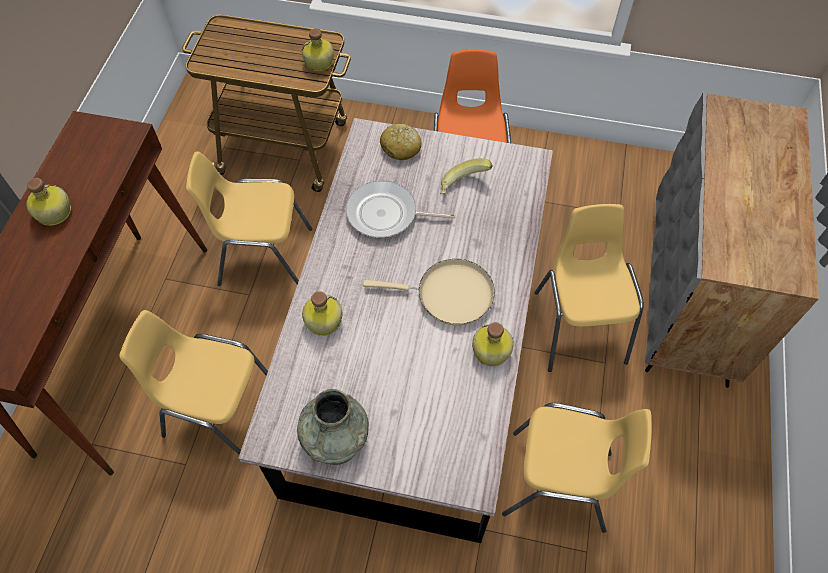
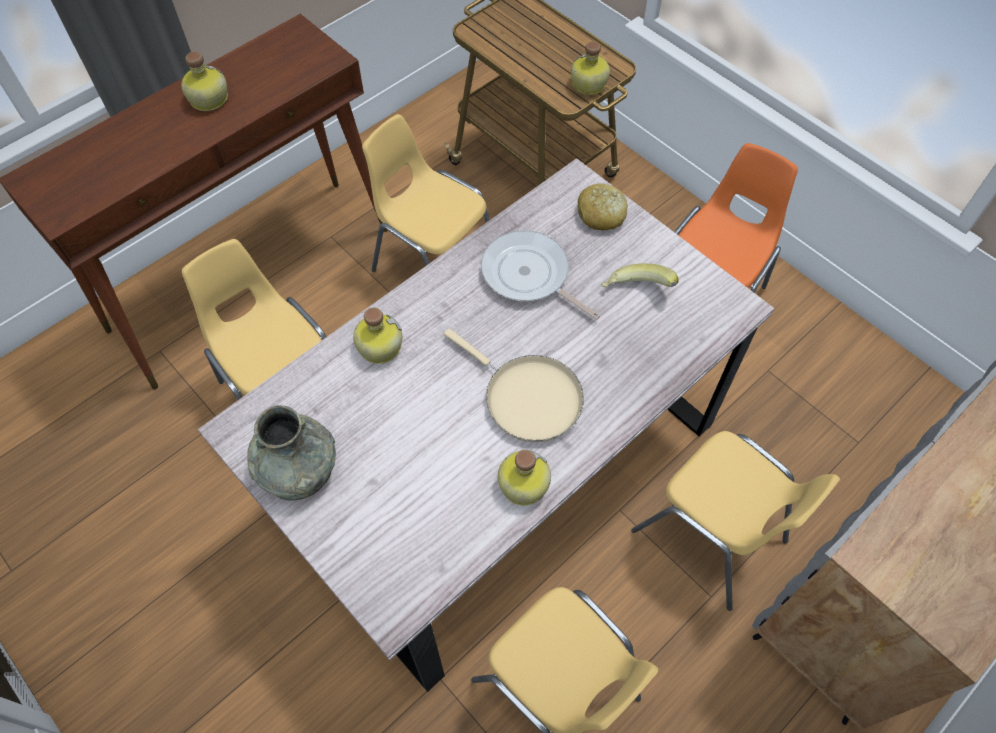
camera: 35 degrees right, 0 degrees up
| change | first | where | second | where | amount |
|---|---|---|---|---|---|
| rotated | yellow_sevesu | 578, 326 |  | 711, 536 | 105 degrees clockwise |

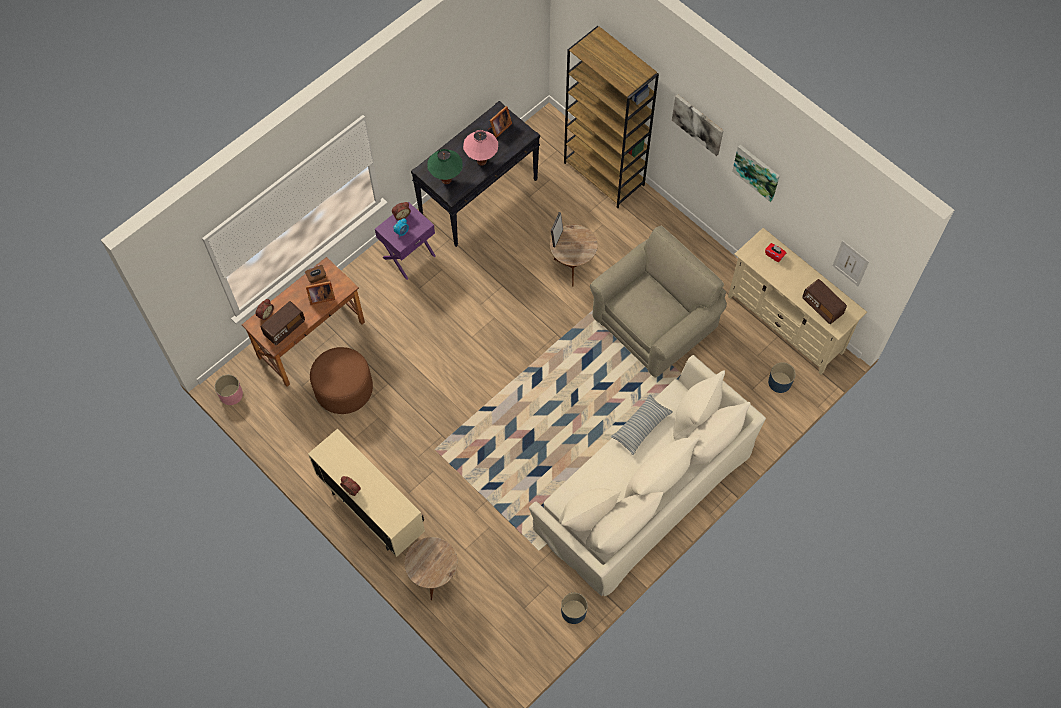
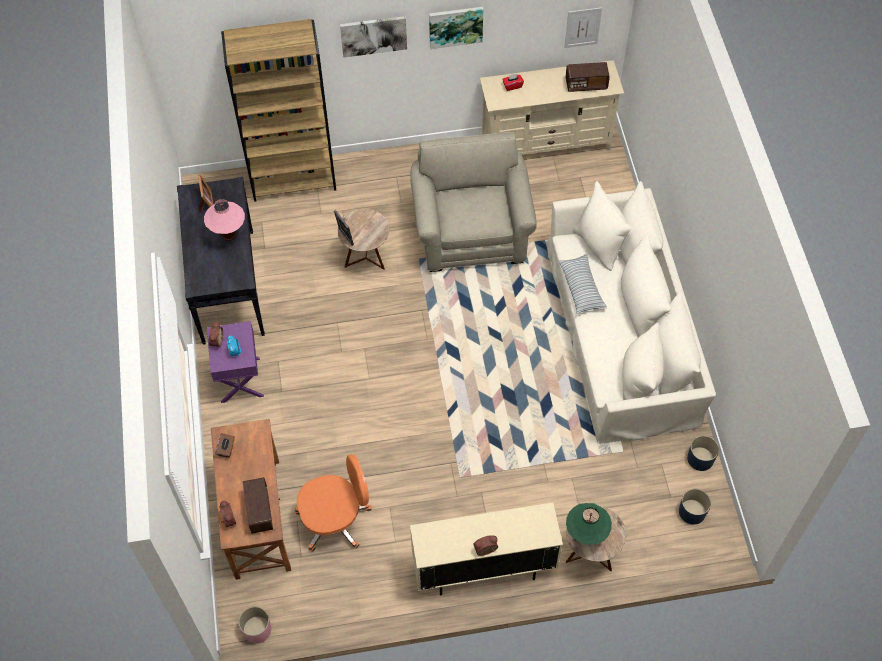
camera: 55 degrees left, 5 degrees down
| change | first | where | second | where | amount |
|---|---|---|---|---|---|
| swapped | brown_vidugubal | 344, 389 | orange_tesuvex | 335, 519 |  |
| shifted | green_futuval | 446, 180 |  | 585, 537 |  |
| shifted | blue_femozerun | 779, 382 |  | 692, 512 |  |
| gone | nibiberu | 320, 297 |  |  |  |

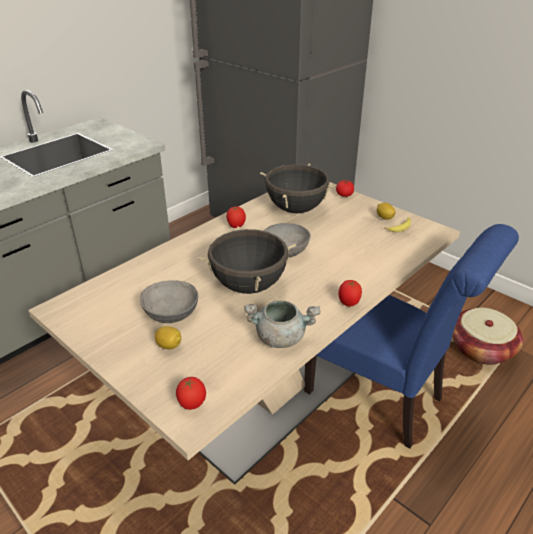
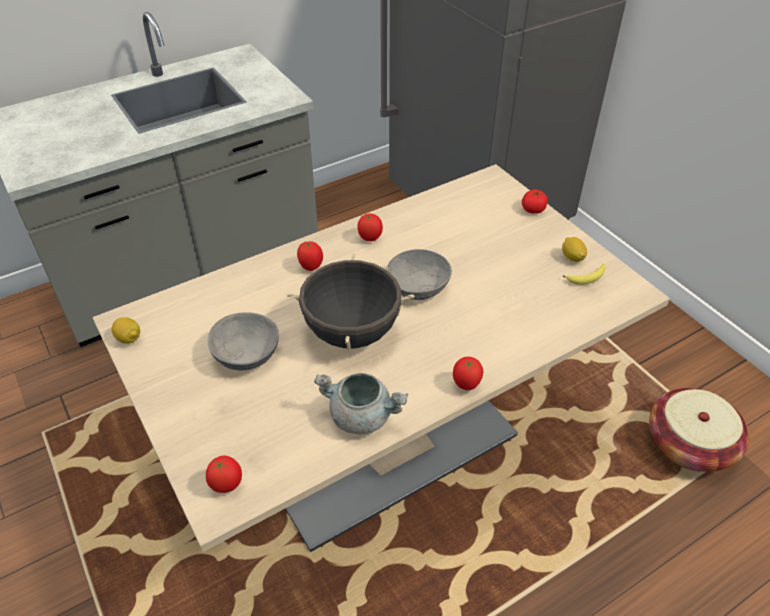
camera: 15 degrees right, 10 degrees up
| change | first | where | second | where | amount |
|---|---|---|---|---|---|
| shifted | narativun | 169, 345 |  | 129, 338 |  |
| new |  |  | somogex | 311, 267 |  |
| gone | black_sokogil | 296, 209 |  |  |  |
| gone | blue_sevesu | 382, 400 |  |  |  |

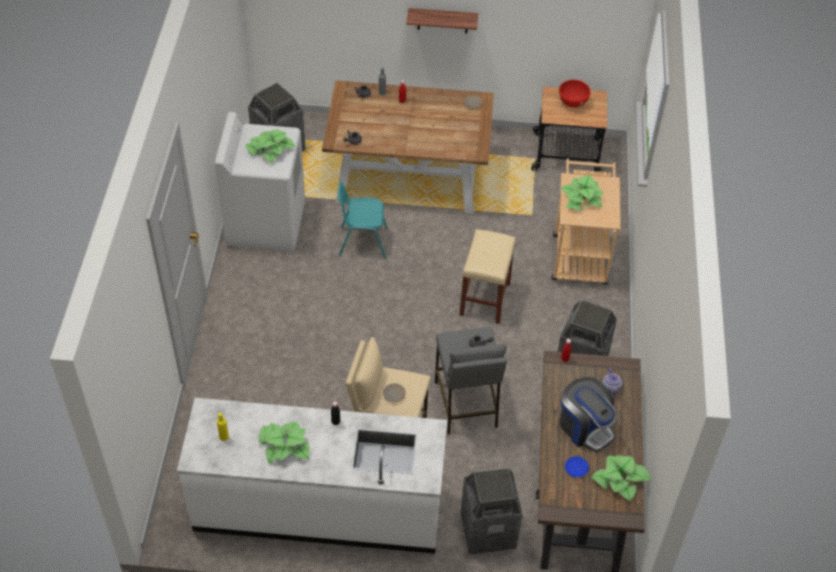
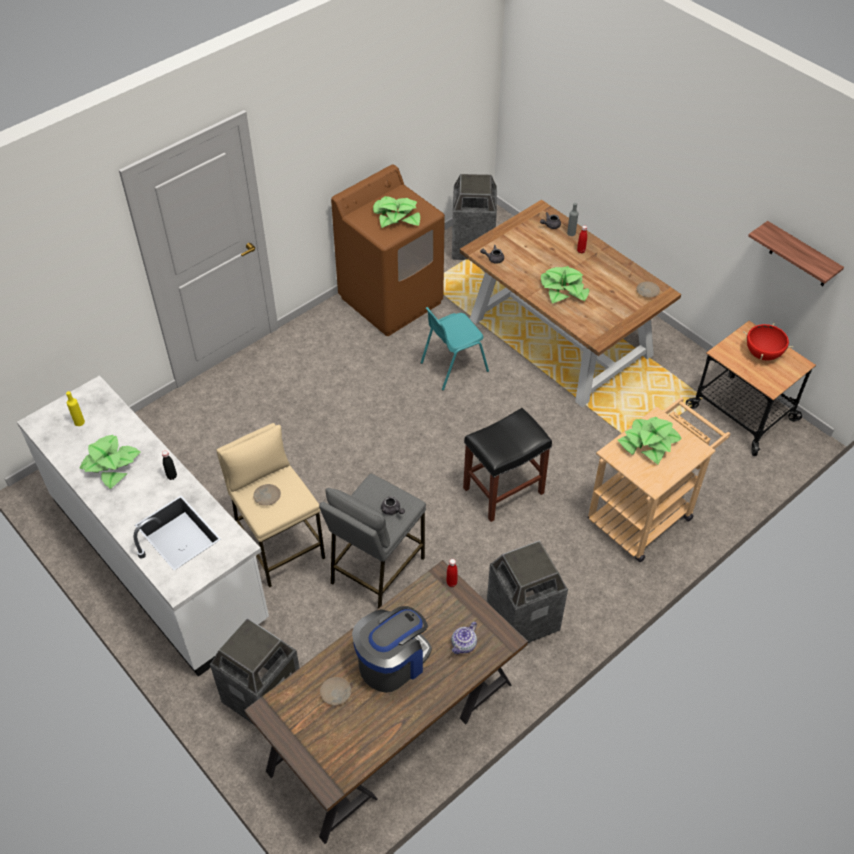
camera: 45 degrees right, 0 degrees up
| change | first | where | second | where | amount |
|---|---|---|---|---|---|
| repainted | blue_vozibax | 576, 468 | beige_vozibax | 336, 693 |  |
| repainted | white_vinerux | 266, 223 | brown_vinerux | 391, 299 |  |
| rotated | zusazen | 585, 427 |  | 392, 661 | 135 degrees counterclockwise |
| rotated | turquoise_sevesu | 362, 241 |  | 453, 366 | 75 degrees counterclockwise |
| repainted | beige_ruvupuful | 485, 300 | black_ruvupuful | 503, 491 |  |
| shifted | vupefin | 620, 479 |  | 563, 290 |  |
| shifted | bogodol | 442, 20 |  | 800, 256 |  |

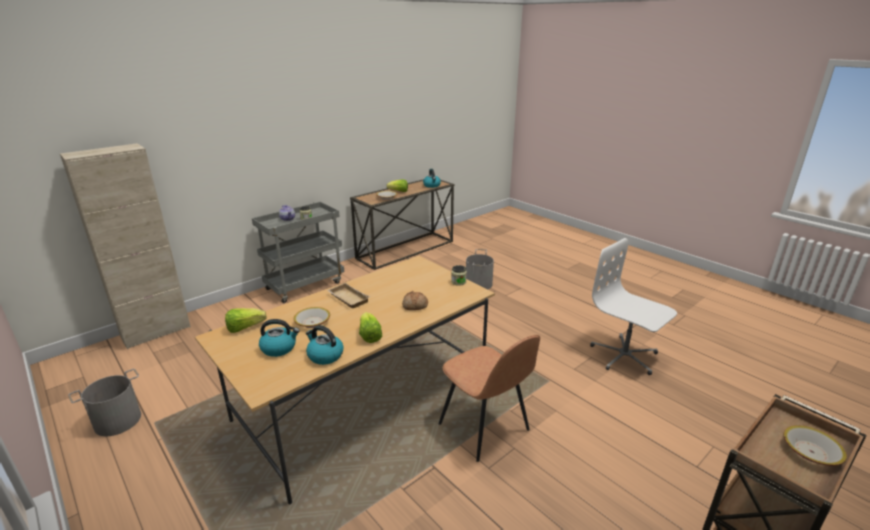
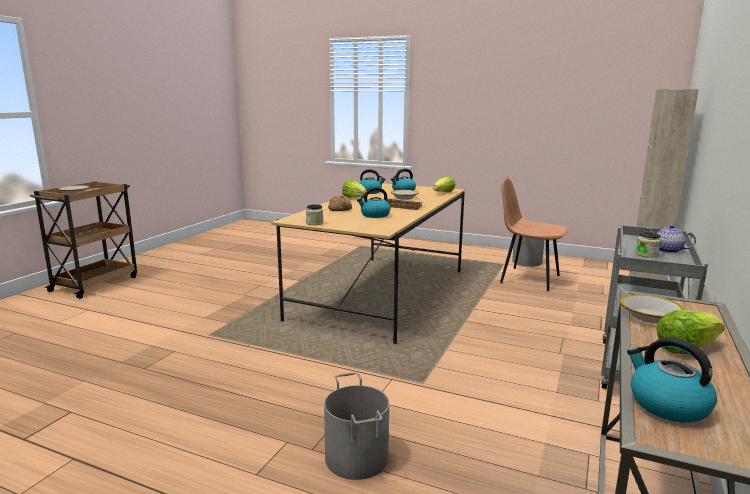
camera: 155 degrees right, 10 degrees down
| change | first | where | second | where | amount |
|---|---|---|---|---|---|
| new |  |  | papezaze | 374, 215 |  |
| shifted | brown_sevesu | 485, 428 |  | 528, 278 |  |
| gone | white_tesuvex | 624, 356 |  |  |  |

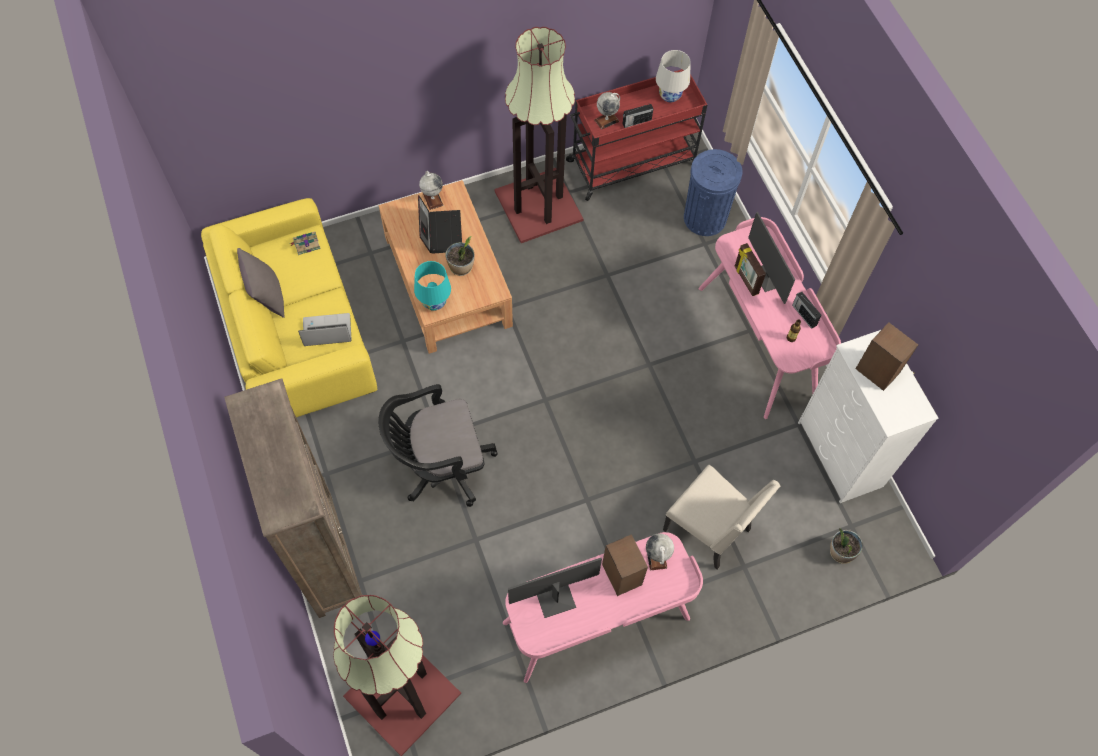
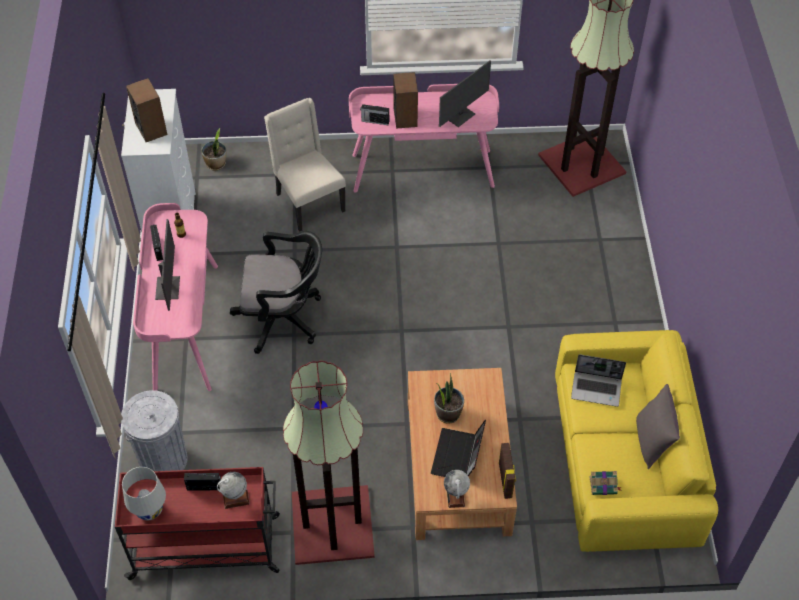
camera: 160 degrees left, 10 degrees down
| change | first | where | second | where | amount |
|---|---|---|---|---|---|
| repainted | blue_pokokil | 705, 218 | grey_pokokil | 163, 460 |  |
| shifted | black_tesuvex | 440, 466 |  | 283, 318 |  |
| swapped | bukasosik | 656, 557 | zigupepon | 374, 121 |  |
| rotated | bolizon | 555, 599 |  | 460, 116 | 45 degrees counterclockwise |
| shifted | nibiberu | 745, 280 |  | 506, 480 |  |
| gone | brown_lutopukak | 325, 553 |  |  |  |
| gone | turquoise_futuval | 434, 302 |  |  |  |

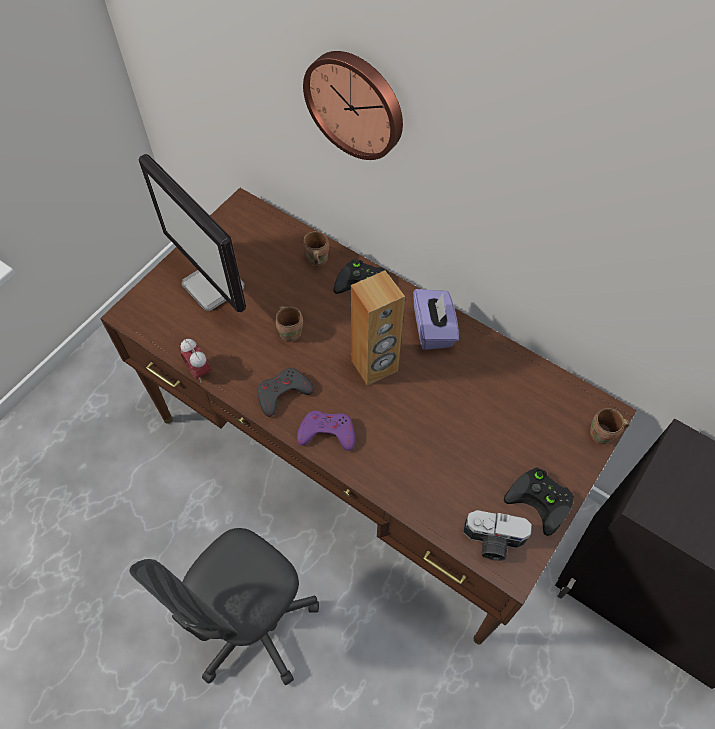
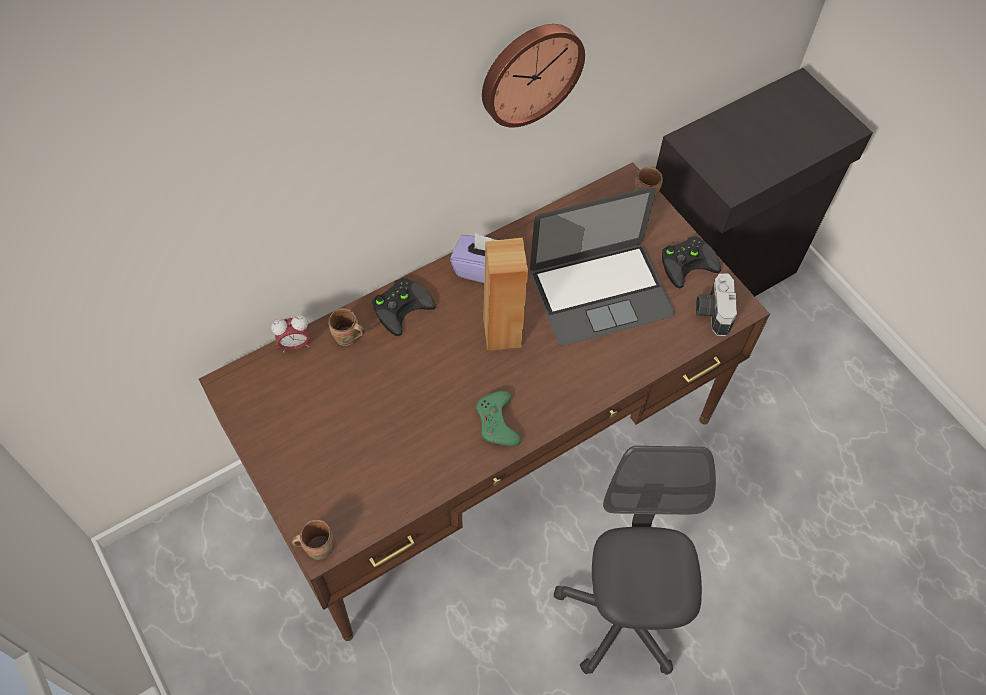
camera: 70 degrees left, 0 degrees up
| change | first | where | second | where | amount |
|---|---|---|---|---|---|
| shifted | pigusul | 199, 371 |  | 295, 345 |  |
| shifted | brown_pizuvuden | 291, 331 |  | 317, 546 |  |
| repainted | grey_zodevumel | 283, 393 | green_zodevumel | 497, 422 |  |
| shifted | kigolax | 356, 103 |  | 529, 72 |  |
| new |  |  | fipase | 601, 293 |  |
| rotated | grey_tesuvex | 254, 624 |  | 623, 614 | 150 degrees counterclockwise |
| rotated | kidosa | 493, 542 |  | 712, 312 | 150 degrees clockwise |
| gone | bolizon | 214, 286 |  |  |  |
| gone | purple_zodevumel | 327, 433 |  |  |  |

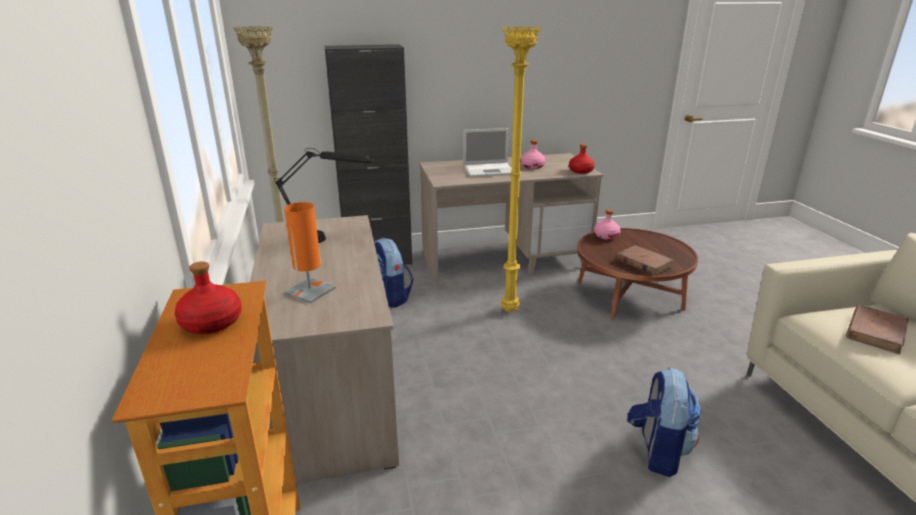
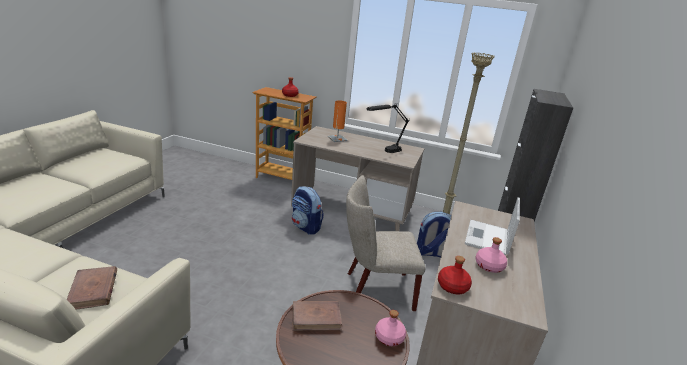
camera: 120 degrees right, 0 degrees up
| change | first | where | second | where | amount |
|---|---|---|---|---|---|
| shifted | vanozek | 657, 451 |  | 306, 227 |  |
| swapped | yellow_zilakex | 508, 311 | beige_sevesu | 374, 290 |  |

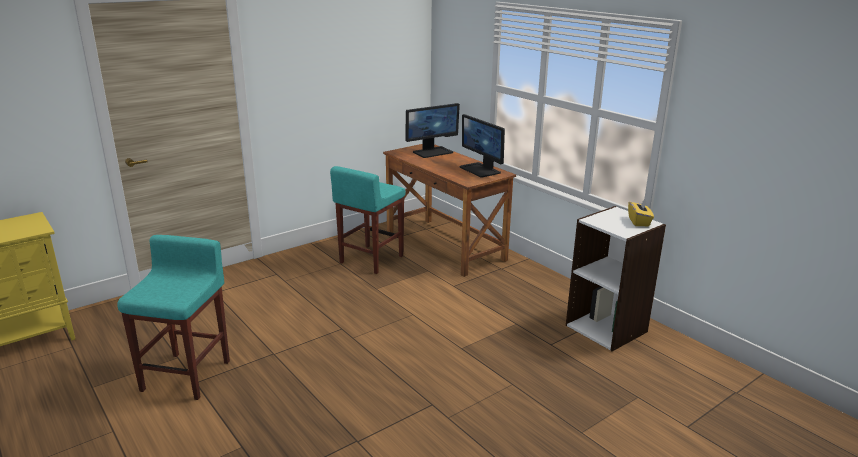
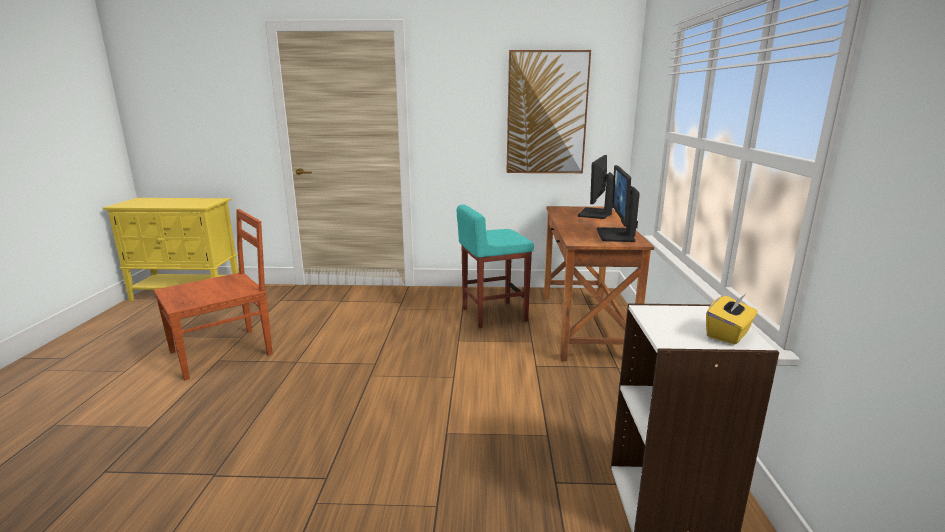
camera: 40 degrees right, 5 degrees down
| change | first | where | second | where | amount |
|---|---|---|---|---|---|
| swapped | turquoise_ruvupuful | 187, 375 | brown_sevesu | 224, 352 |  |
| new |  |  | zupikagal | 546, 113 |  |
| rotated | bolizon | 432, 152 |  | 595, 213 | 105 degrees clockwise |

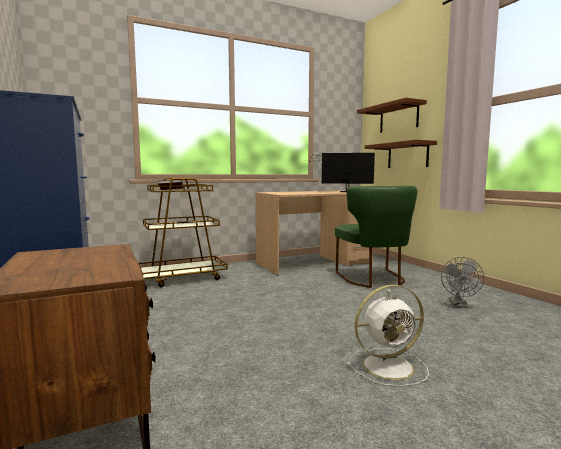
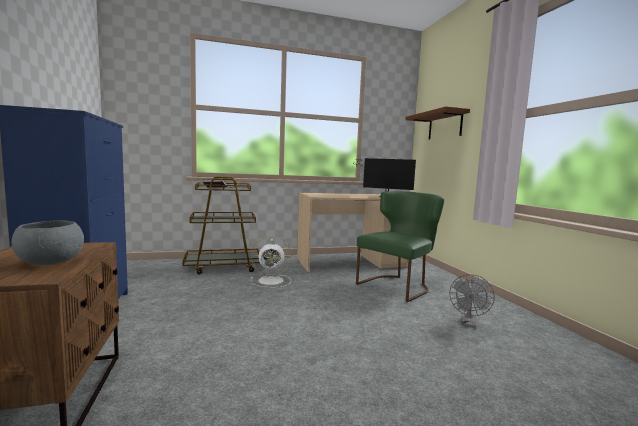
camera: 10 degrees right, 0 degrees up
| change | first | where | second | where | amount |
|---|---|---|---|---|---|
| new |  |  | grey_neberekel | 51, 262 |  |
| shifted | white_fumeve | 390, 366 |  | 272, 281 |  |
| rotated | green_sevesu | 374, 279 |  | 398, 285 | 135 degrees counterclockwise |
| gone | brown_bogodol | 407, 155 |  |  |  |

